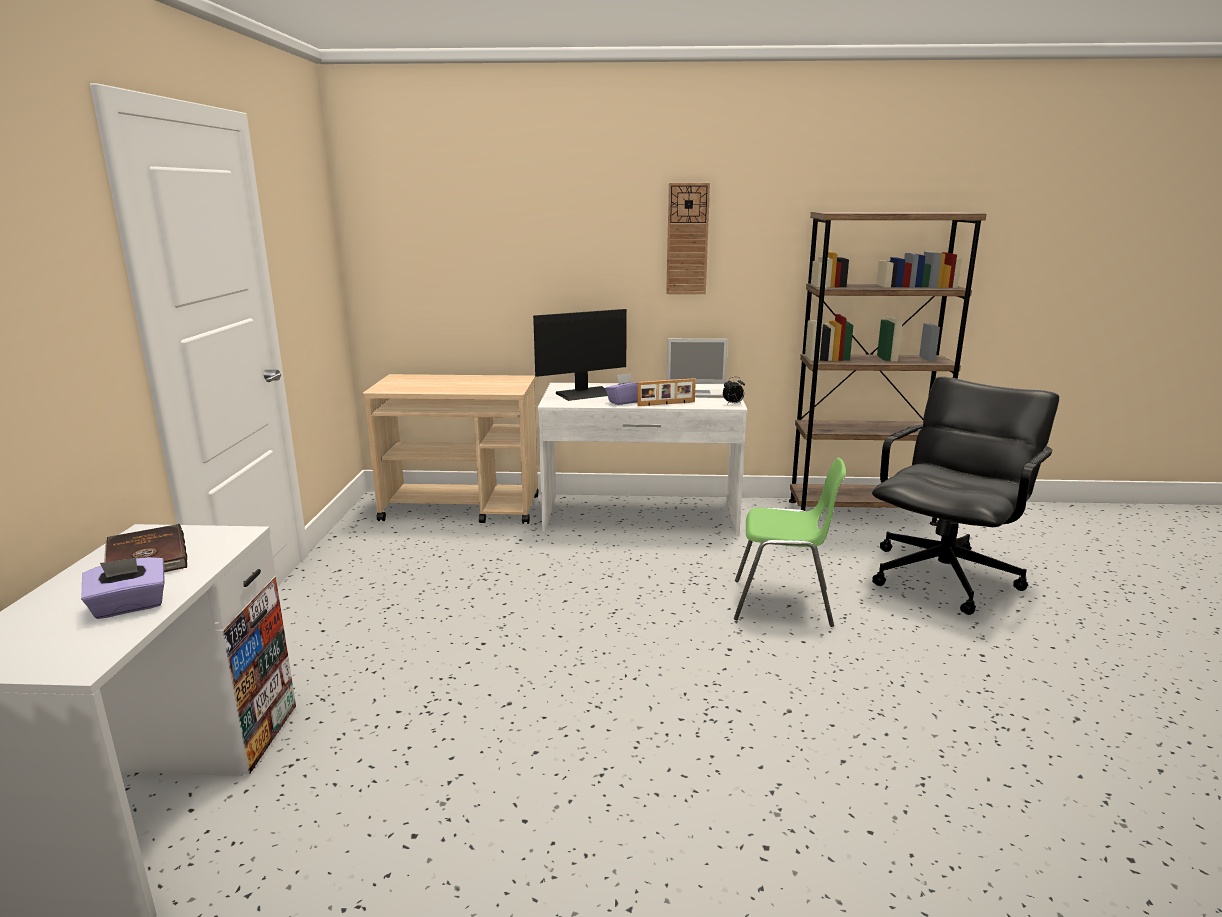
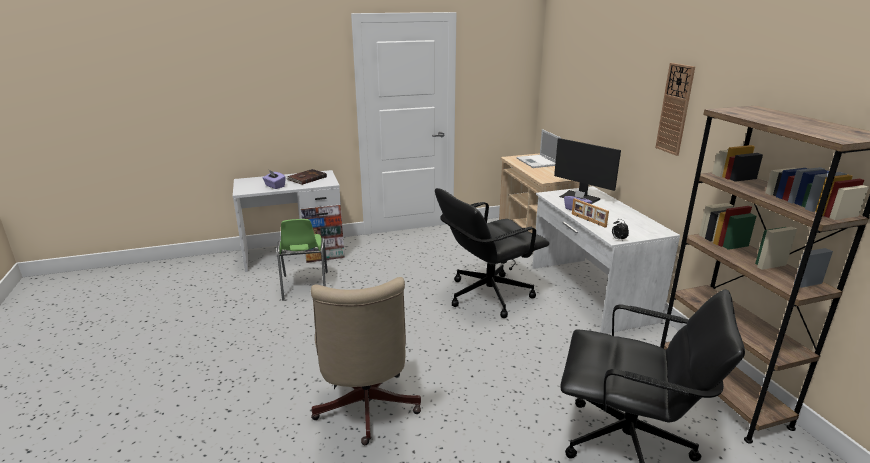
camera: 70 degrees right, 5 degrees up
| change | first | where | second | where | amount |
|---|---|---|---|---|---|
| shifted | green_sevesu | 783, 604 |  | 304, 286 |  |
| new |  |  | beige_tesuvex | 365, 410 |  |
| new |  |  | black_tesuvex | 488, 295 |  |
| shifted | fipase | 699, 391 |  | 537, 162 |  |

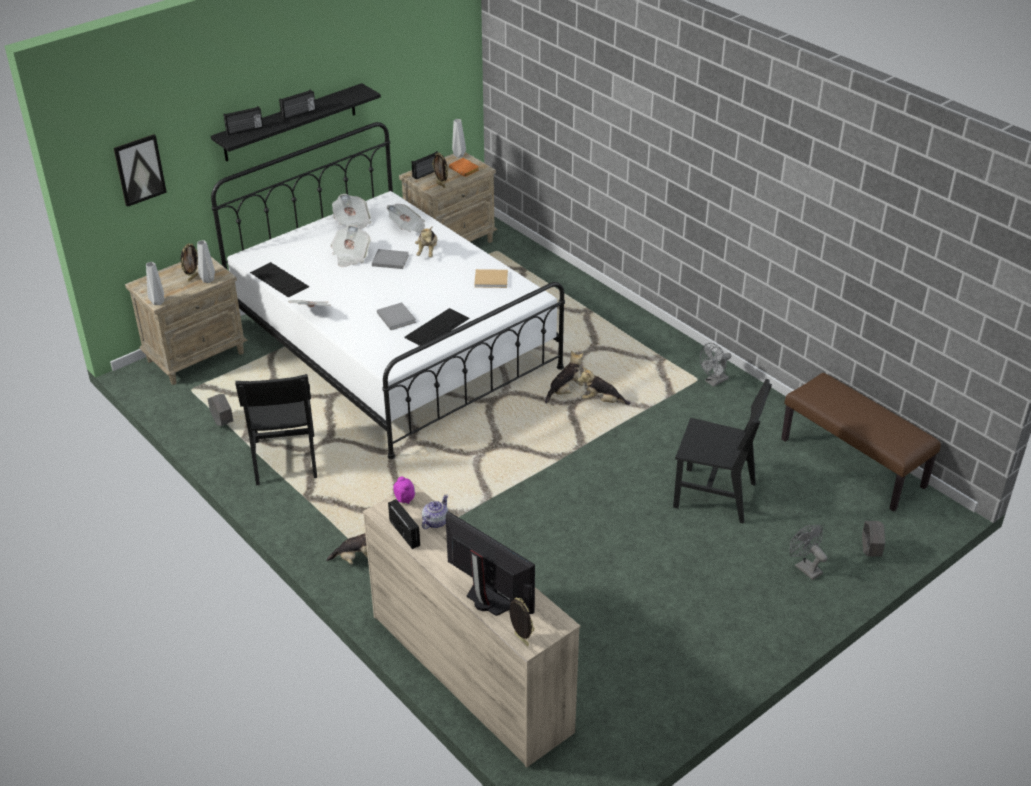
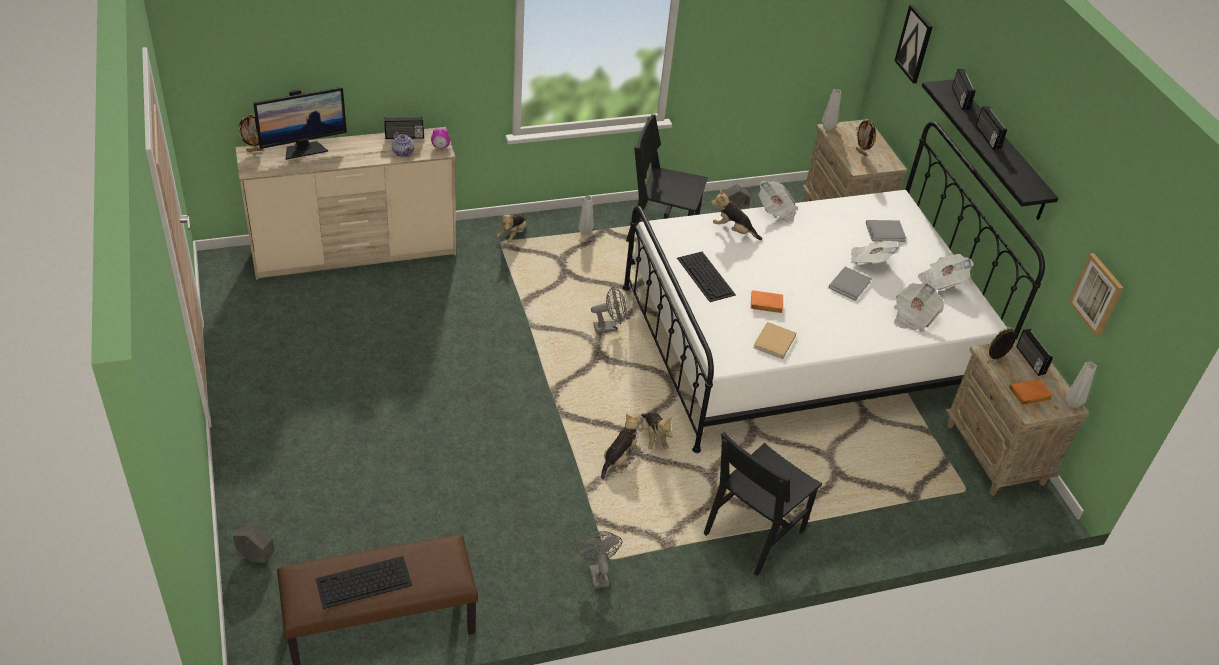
camera: 110 degrees right, 5 degrees up
| change | first | where | second | where | amount |
|---|---|---|---|---|---|
| shifted | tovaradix | 280, 280 |  | 363, 582 |  |
| shifted | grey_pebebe | 207, 280 |  | 585, 231 |  |
| shifted | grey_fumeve | 805, 567 |  | 609, 327 |  |
| shifted | black_sevesu | 714, 495 |  | 754, 532 |  |
| shifted | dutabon | 427, 252 |  | 733, 230 |  |
| new |  |  | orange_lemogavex | 765, 305 |  |
| shifted | grey_lemogavex | 396, 317 |  | 886, 232 |  |
| new |  |  | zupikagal | 1097, 294 |  |

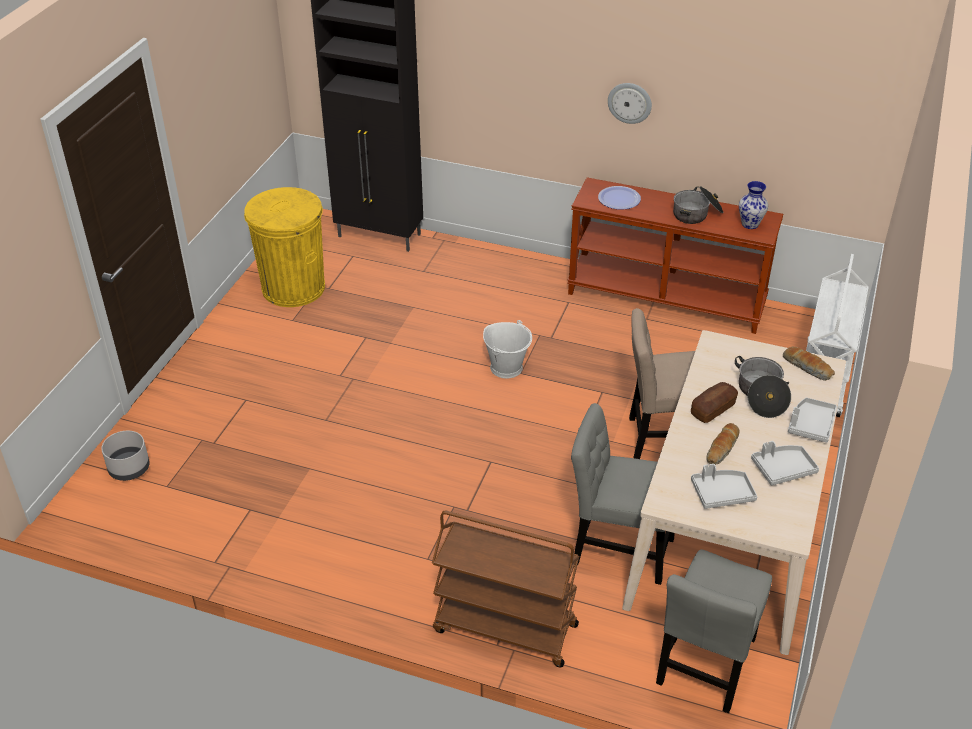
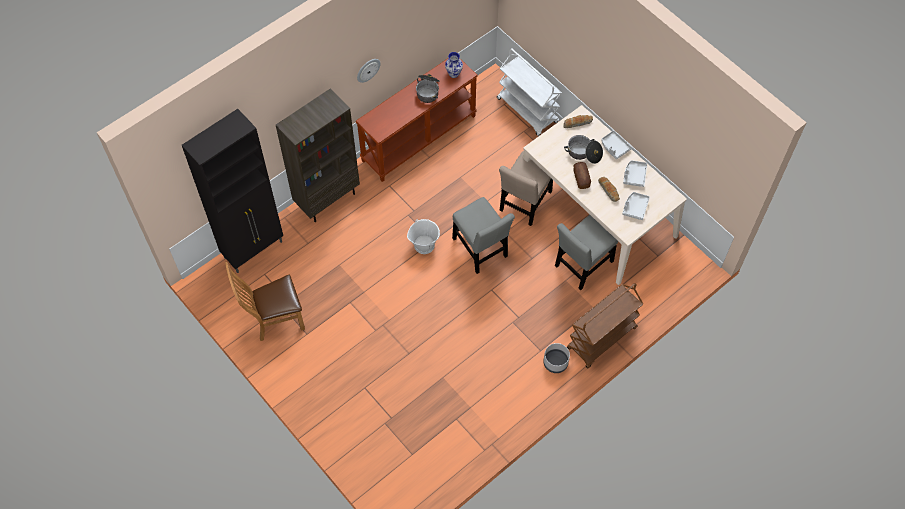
camera: 60 degrees left, 20 degrees up
| change | first | where | second | where | amount |
|---|---|---|---|---|---|
| swapped | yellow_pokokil | 293, 287 | brown_sevesu | 274, 320 |  |
| new |  |  | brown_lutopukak | 327, 199 |  |
| shifted | grey_sevesu | 705, 666 |  | 481, 250 |  |
| shifted | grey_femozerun | 129, 468 |  | 555, 363 |  |
| gone | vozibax | 619, 199 |  |  |  |

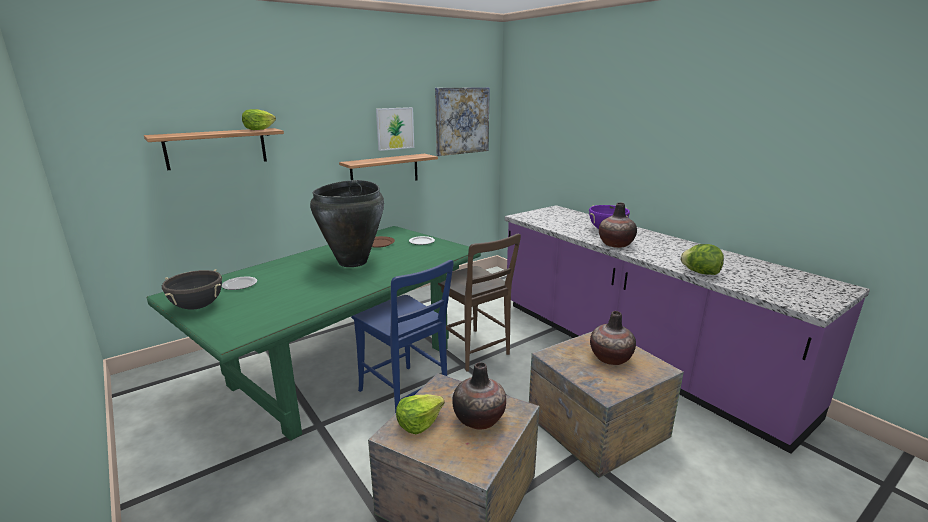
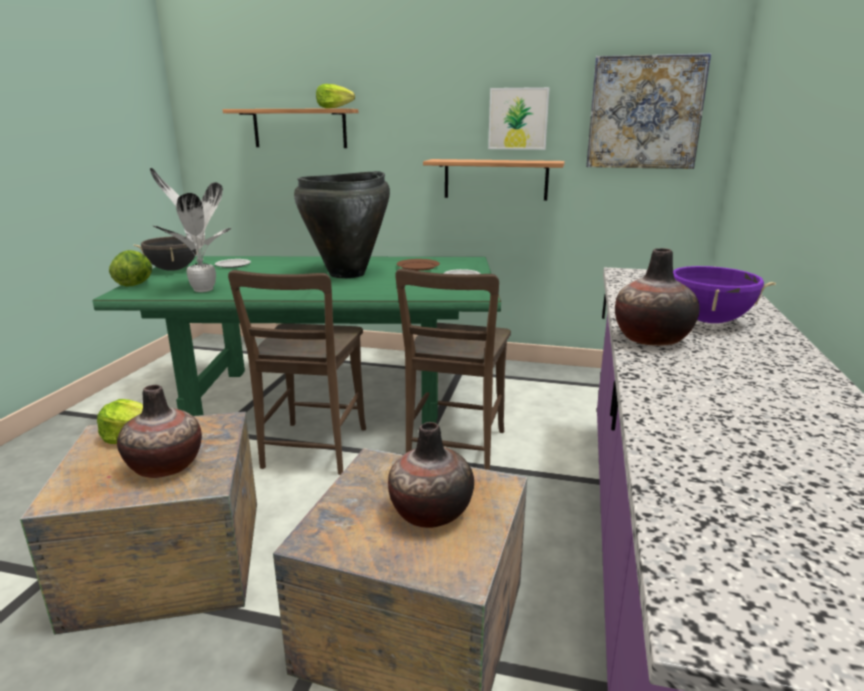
camera: 50 degrees right, 0 degrees up
| change | first | where | second | where | amount |
|---|---|---|---|---|---|
| shifted | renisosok | 700, 272 |  | 135, 284 |  |
| new |  |  | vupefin | 201, 289 |  |
| repainted | blue_sevesu | 406, 395 | brown_sevesu | 312, 451 |  |

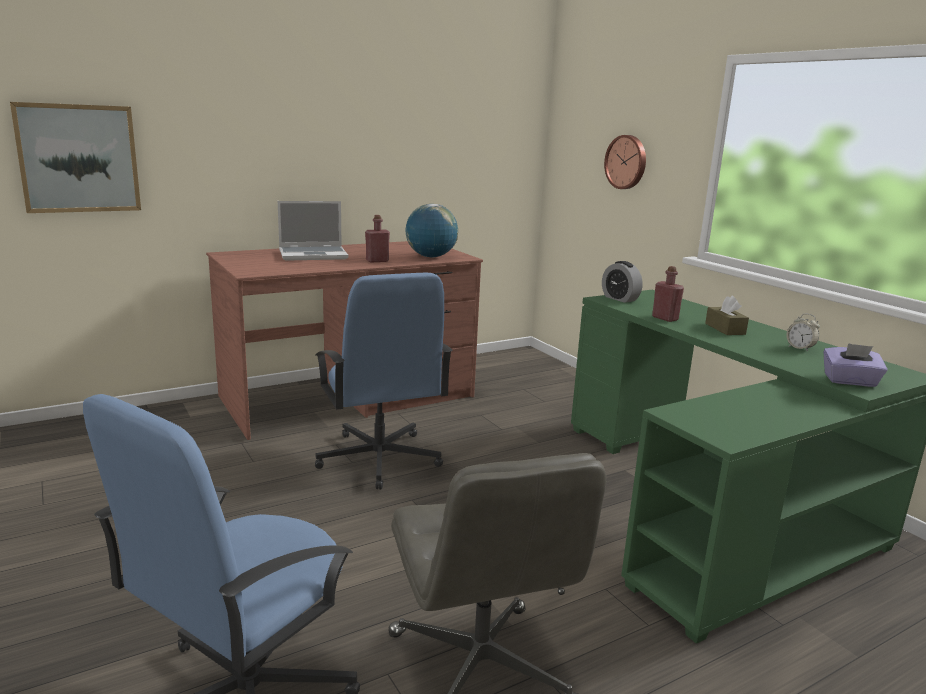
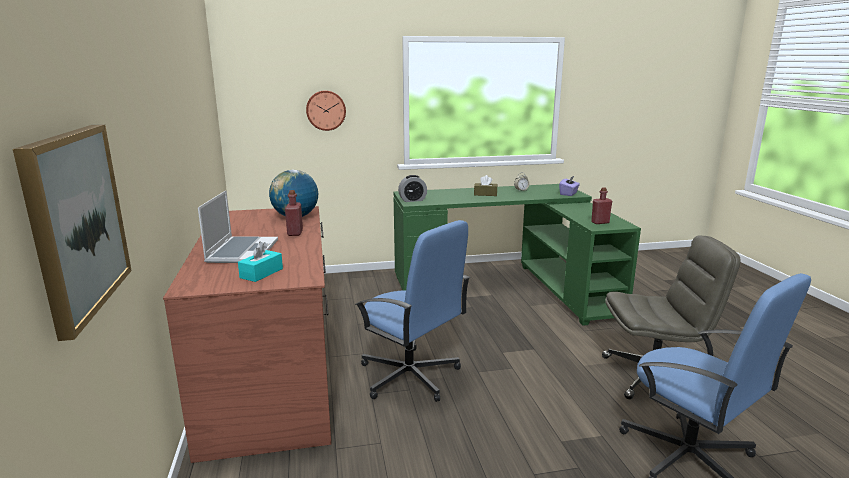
camera: 70 degrees left, 0 degrees up
| change | first | where | second | where | amount |
|---|---|---|---|---|---|
| new |  |  | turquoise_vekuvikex | 261, 273 |  |
| rotated | blue_tesuvex | 379, 459 |  | 410, 376 | 45 degrees clockwise |
| shifted | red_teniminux | 665, 318 |  | 600, 222 |  |

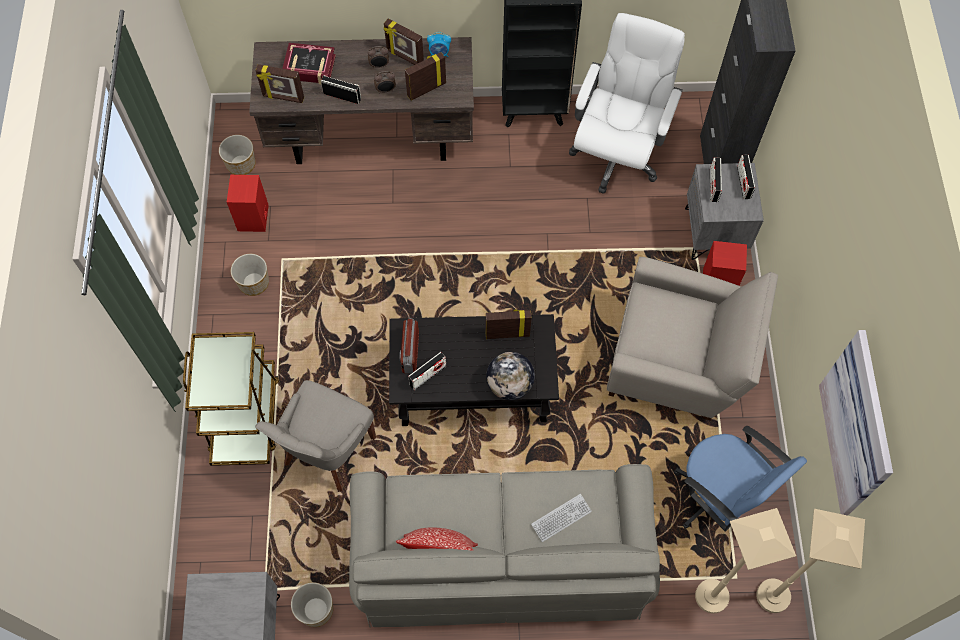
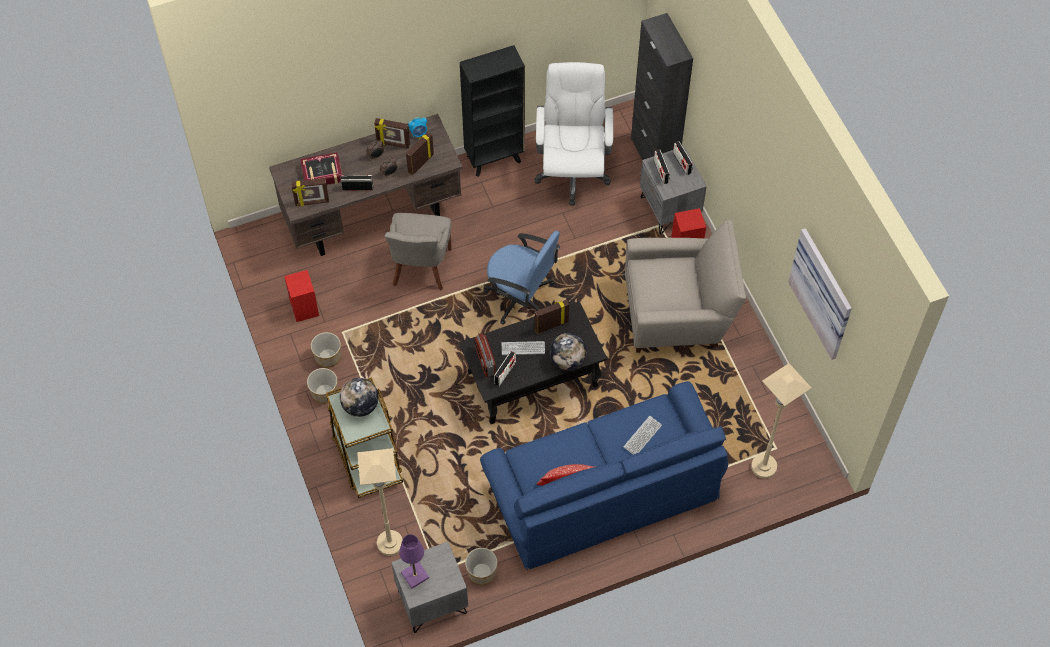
camera: 20 degrees left, 5 degrees down
| change | first | where | second | where | amount |
|---|---|---|---|---|---|
| shifted | femozerun | 240, 164 |  | 324, 393 |  |
| new |  |  | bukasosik | 360, 406 |  |
| shifted | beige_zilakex | 772, 596 |  | 389, 543 |  |
| shifted | grey_sevesu | 327, 452 |  | 420, 268 |  |
| new |  |  | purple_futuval | 415, 575 |  |
| repainted | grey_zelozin | 501, 557 | blue_zelozin | 603, 491 |  |
| shifted | blue_tesuvex | 719, 498 |  | 521, 298 |  |
| new |  |  | tovaradix | 523, 348 |  |

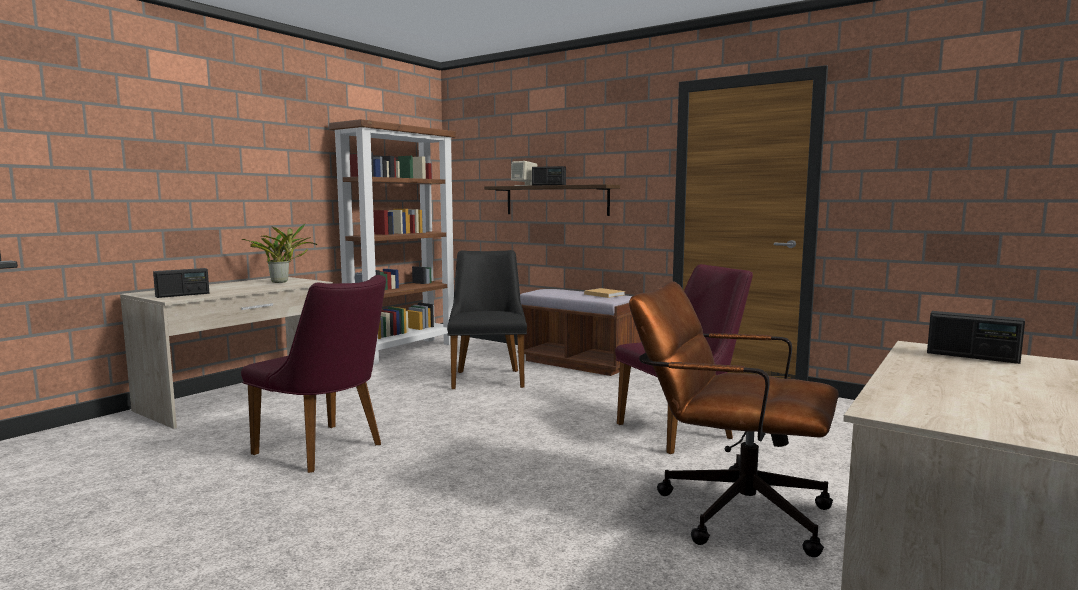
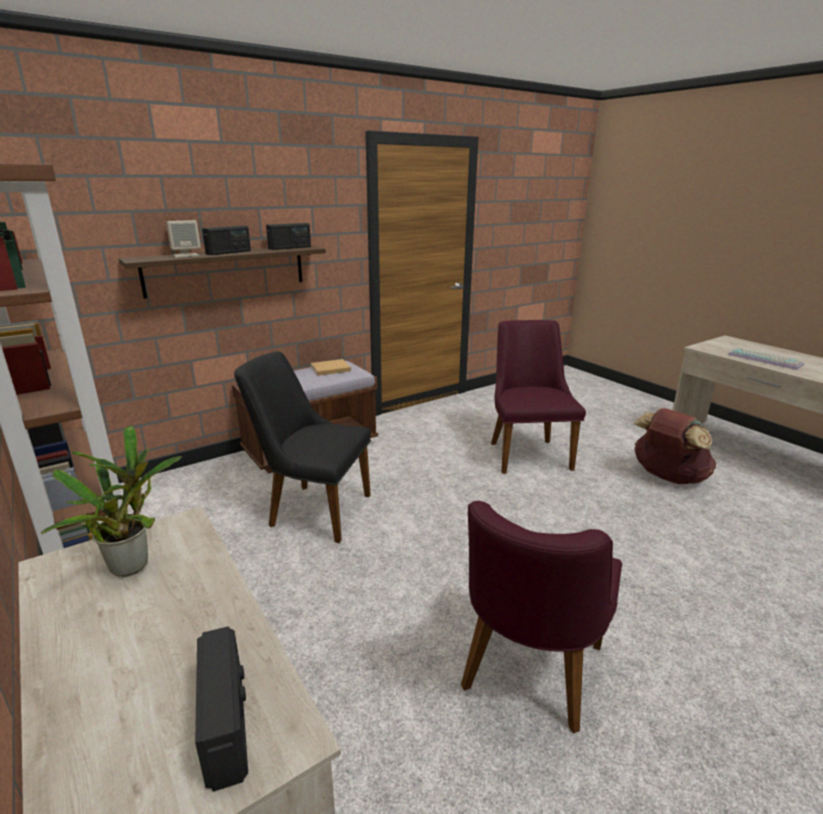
camera: 70 degrees left, 15 degrees up
| change | first | where | second | where | amount |
|---|---|---|---|---|---|
| shifted | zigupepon | 972, 356 |  | 290, 248 |  |
| rotated | purple_sevesu | 327, 450 |  | 526, 676 | 150 degrees clockwise |
| swapped | brown_tesuvex | 728, 509 | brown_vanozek | 667, 477 |  |
| new |  |  | tovaradix | 766, 359 |  |

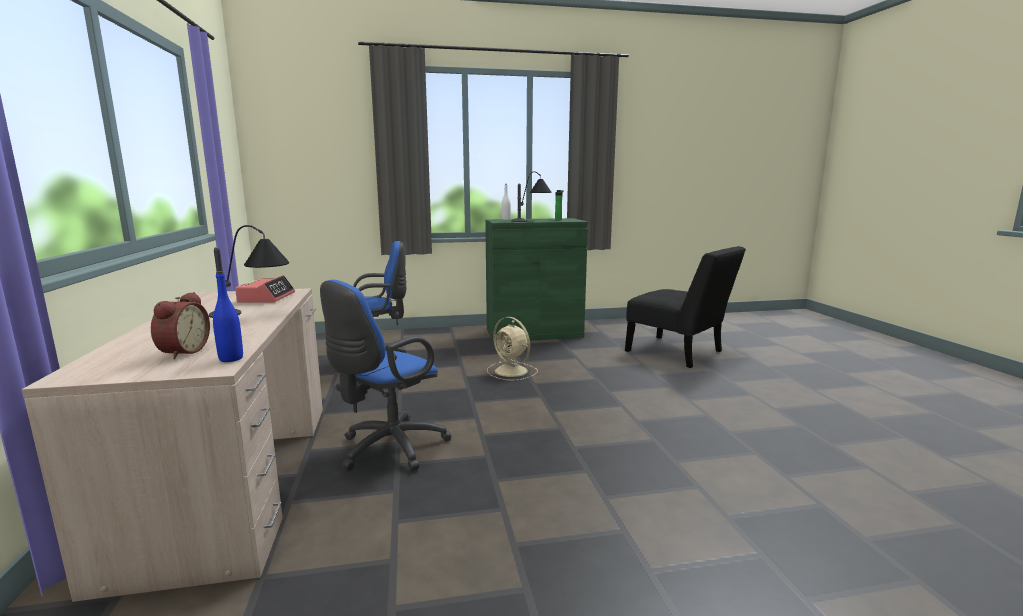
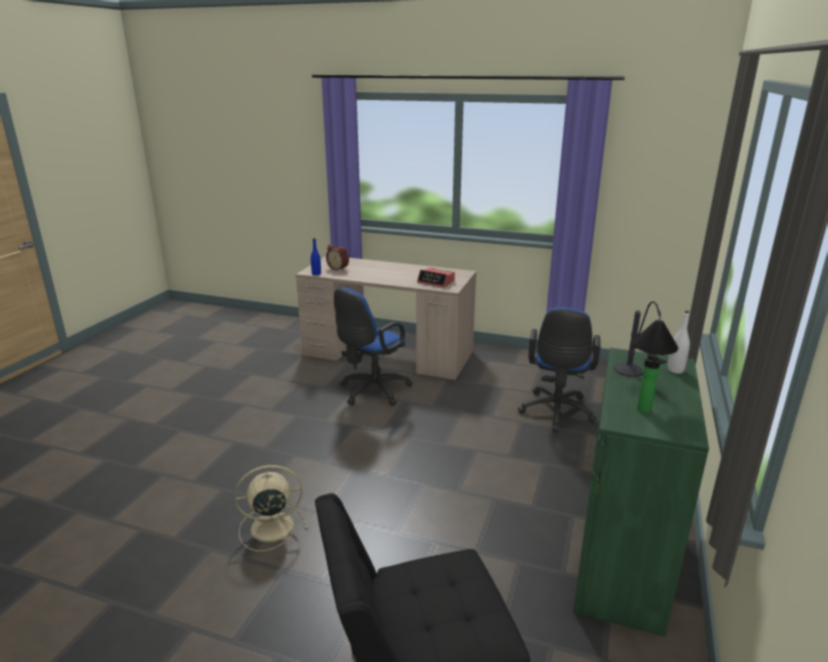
camera: 120 degrees right, 10 degrees up
| change | first | where | second | where | amount |
|---|---|---|---|---|---|
| shifted | beige_fumeve | 512, 371 |  | 270, 527 |  |
| rotated | blue_tesuvex | 388, 449 |  | 372, 392 | 120 degrees counterclockwise |
| gone | futuval | 255, 314 |  |  |  |

